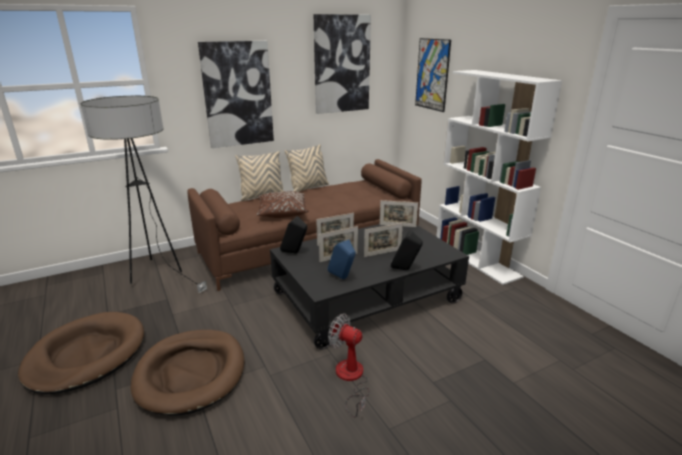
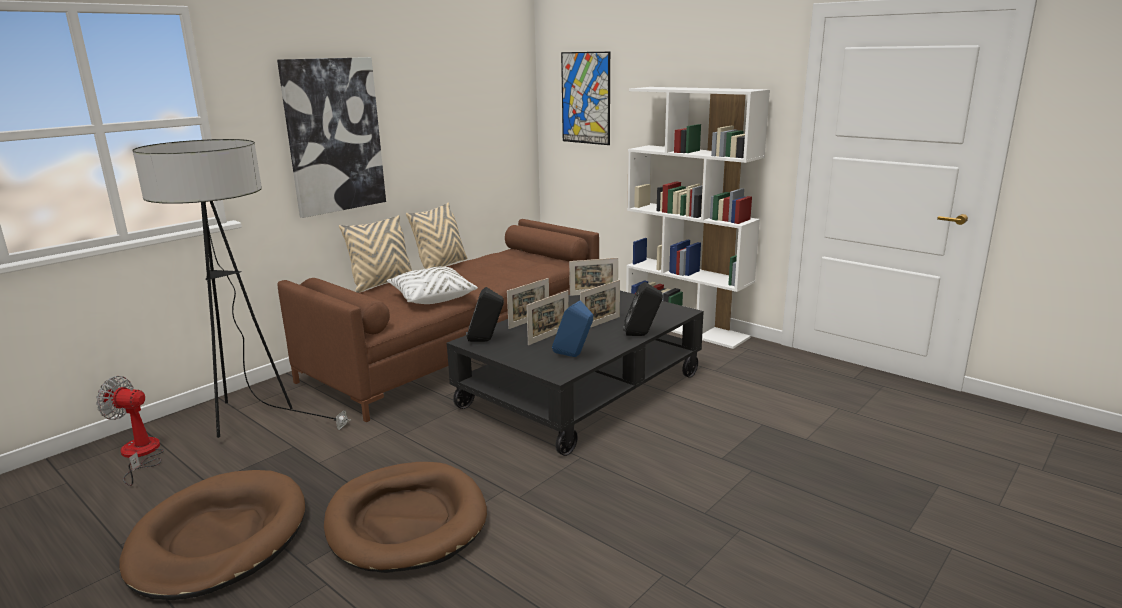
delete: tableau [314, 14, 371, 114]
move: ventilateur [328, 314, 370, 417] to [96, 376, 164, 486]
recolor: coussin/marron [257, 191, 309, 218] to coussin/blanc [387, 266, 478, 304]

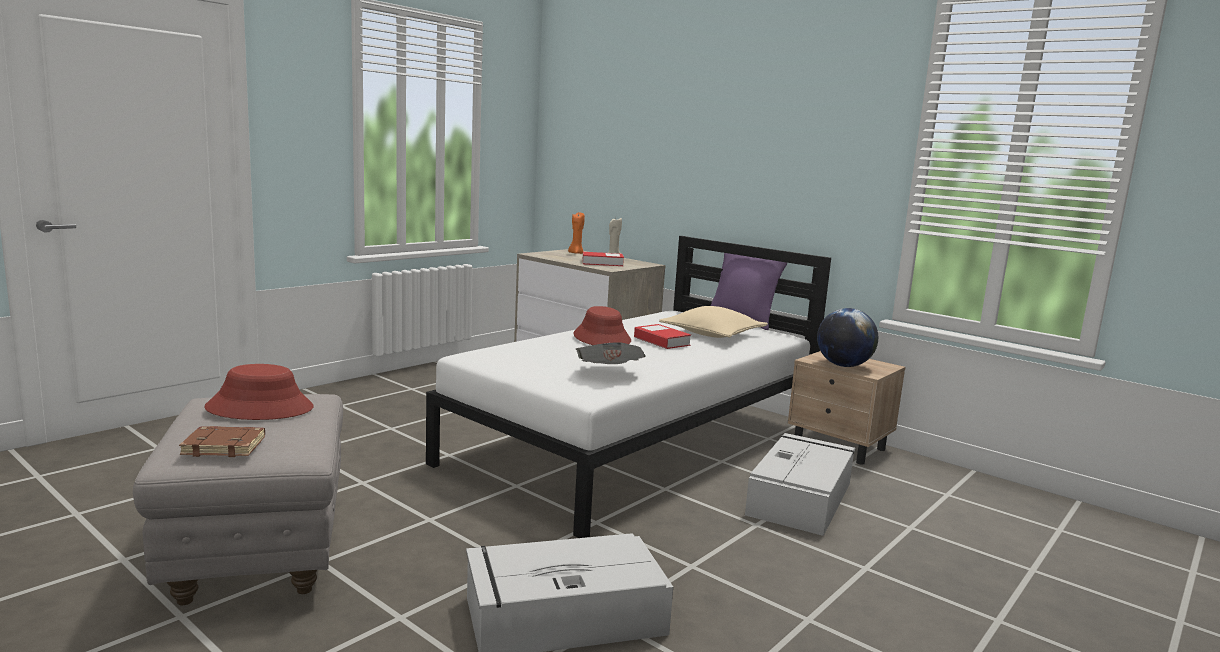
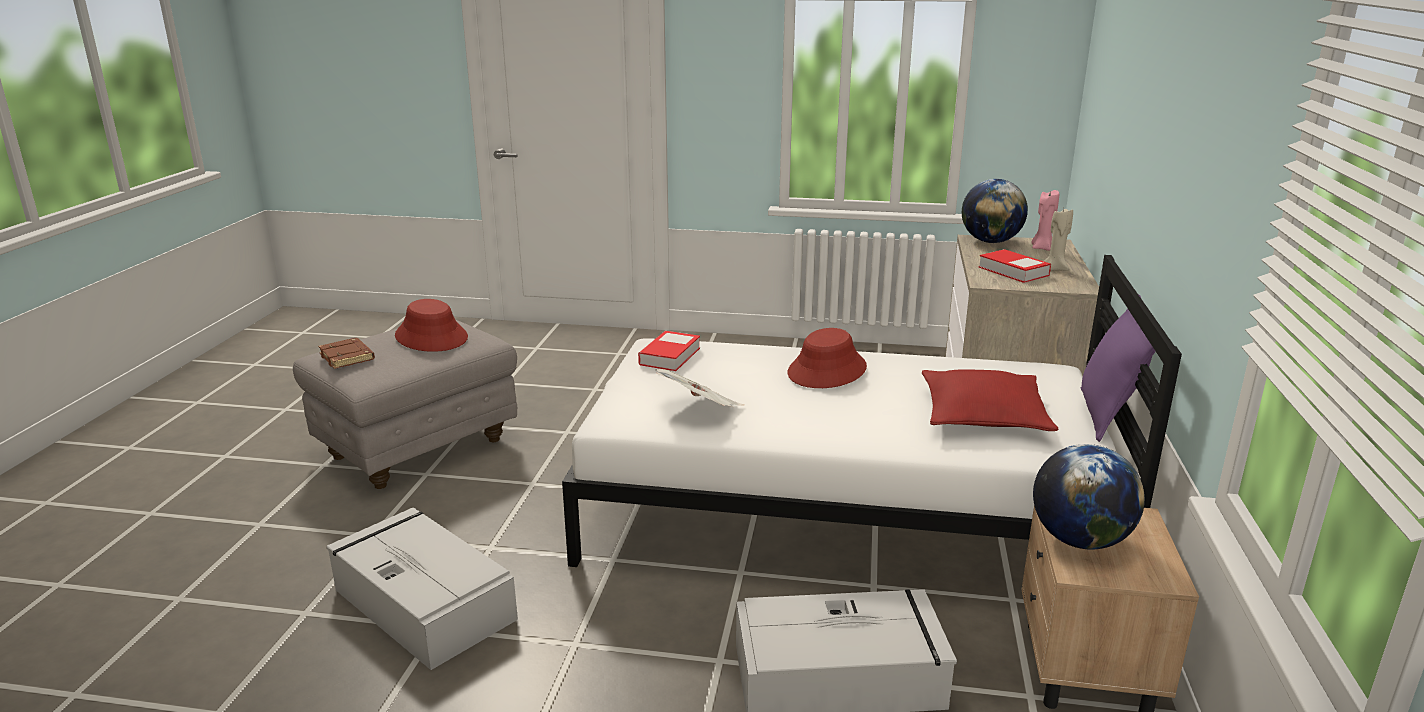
insert: globe [962, 179, 1028, 243]
move: livre [634, 324, 691, 349] to [638, 331, 700, 371]
recolor: bougie/orange [568, 212, 585, 254] to bougie/rose [1031, 190, 1059, 251]; coussin/beige [659, 306, 768, 338] to coussin/rouge [922, 369, 1058, 431]

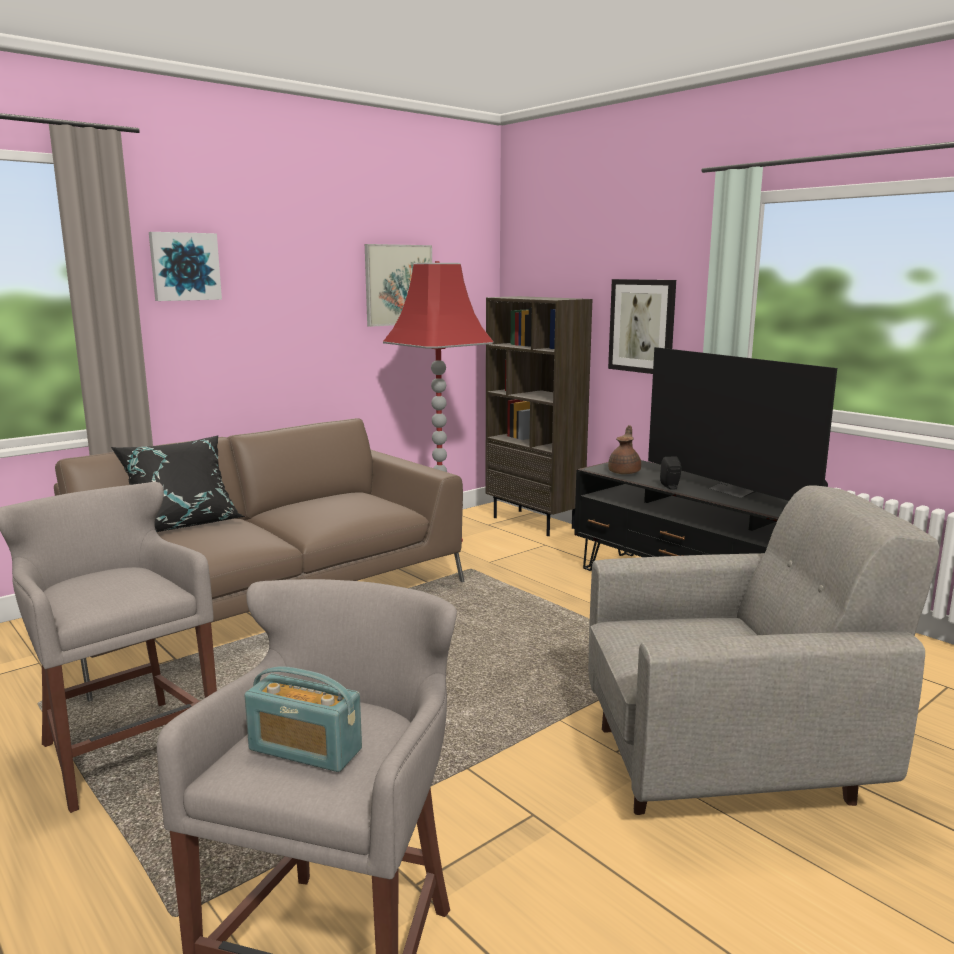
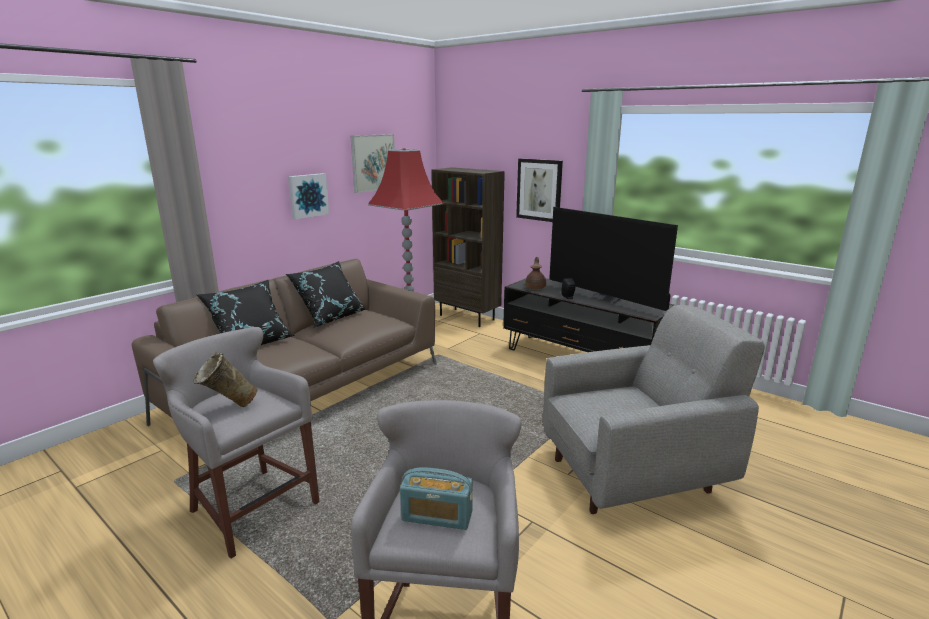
insert: vase/beige [193, 352, 257, 407]; coussin/noir [286, 261, 366, 328]
move: tableau [149, 232, 222, 301] to [288, 173, 329, 220]

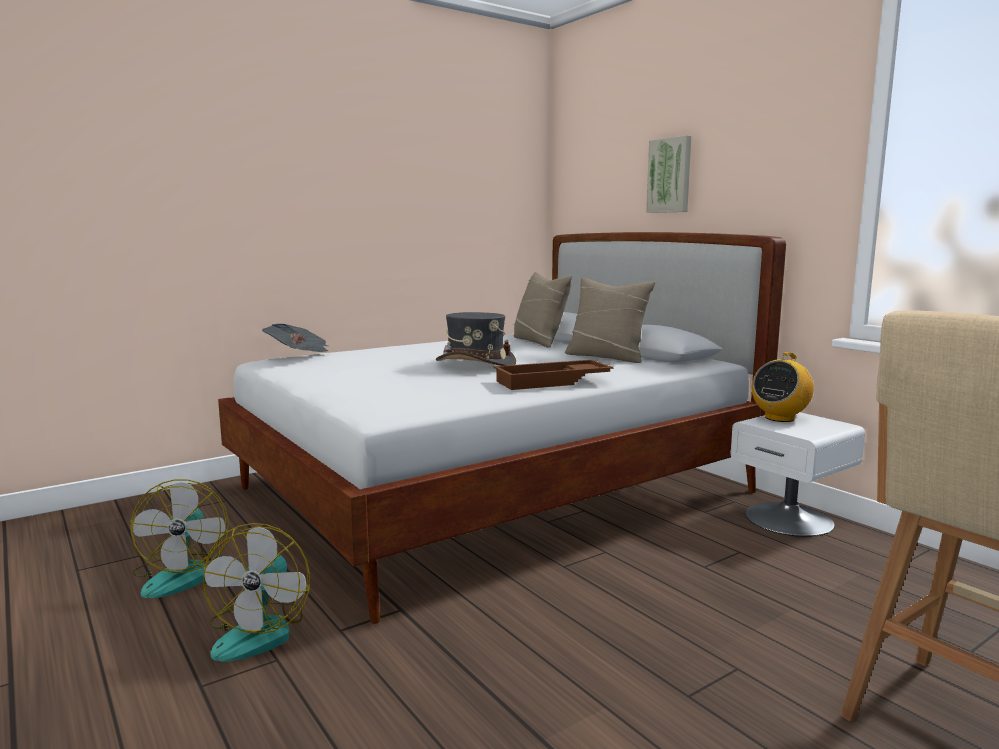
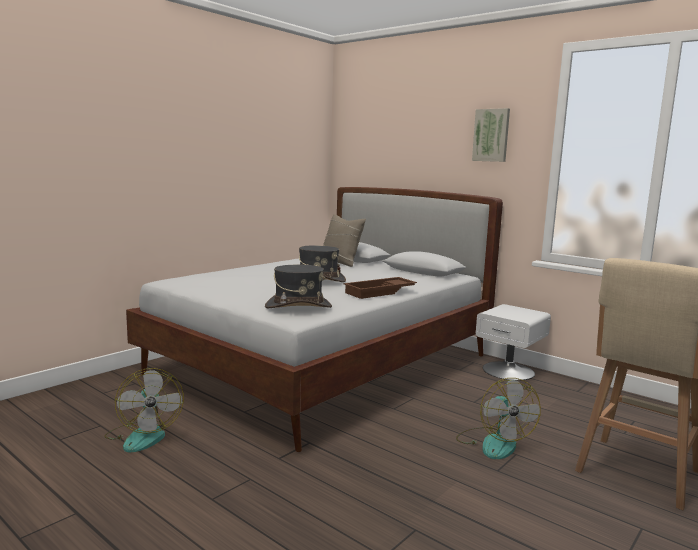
delete: journal [262, 324, 329, 352]; coussin/beige [565, 278, 656, 363]; radio [752, 352, 814, 422]
insert: chapeau/gris [265, 265, 332, 309]
move: ventilateur [203, 523, 310, 662] to [456, 378, 541, 459]; tableau [646, 135, 691, 213] to [472, 108, 510, 162]

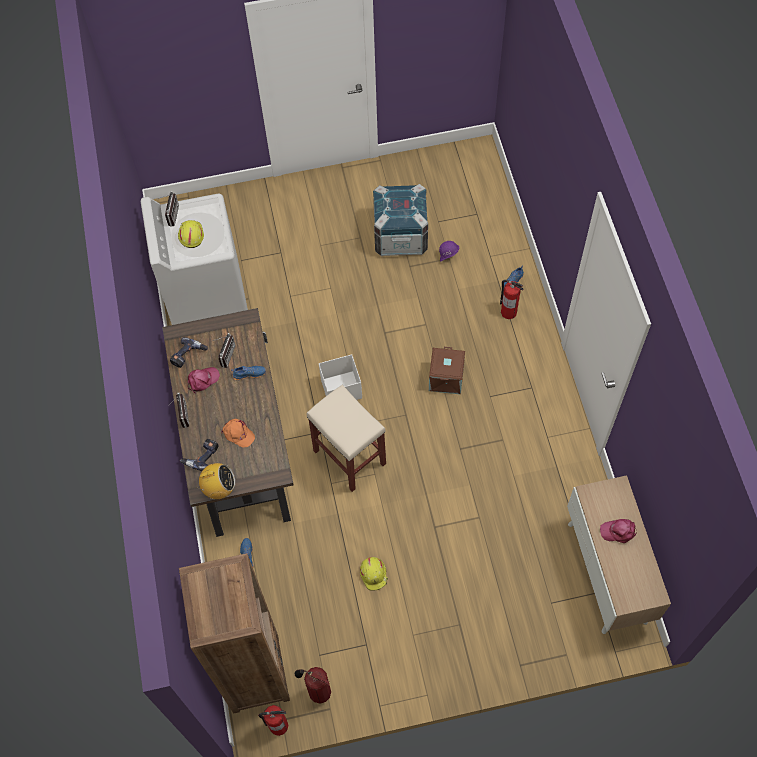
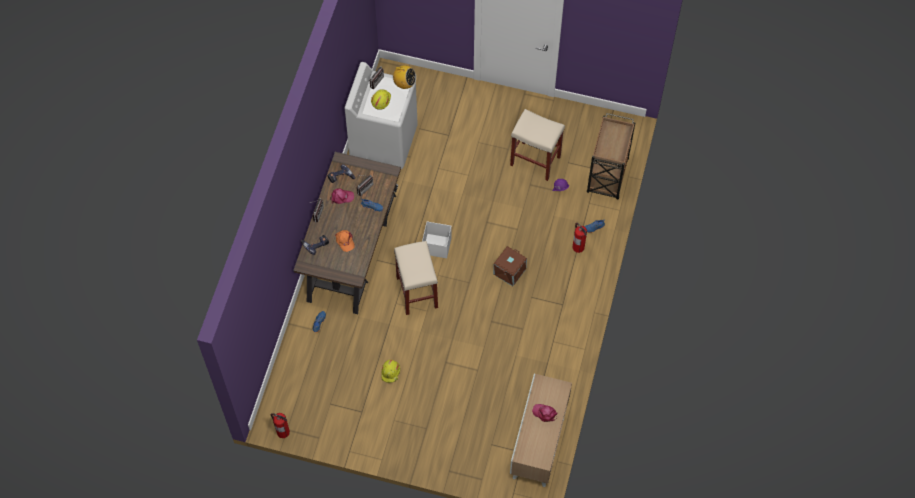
delete: bibliothèque/marron [179, 553, 290, 714]; extincteur [295, 667, 331, 704]
insert: chariot/marron [587, 113, 635, 199]
move: radio [199, 463, 235, 499] to [393, 65, 417, 89]
replace: caisse [373, 184, 428, 256] to tabouret/beige [510, 109, 565, 181]

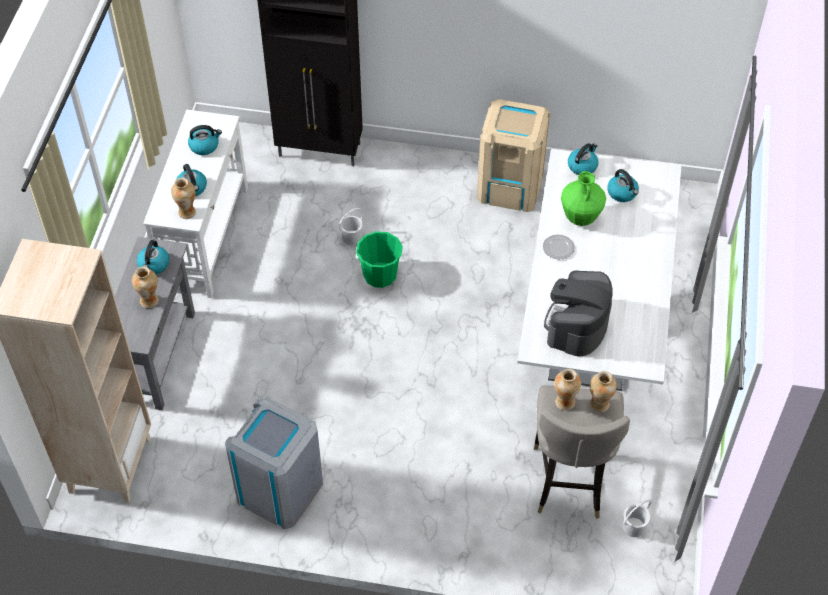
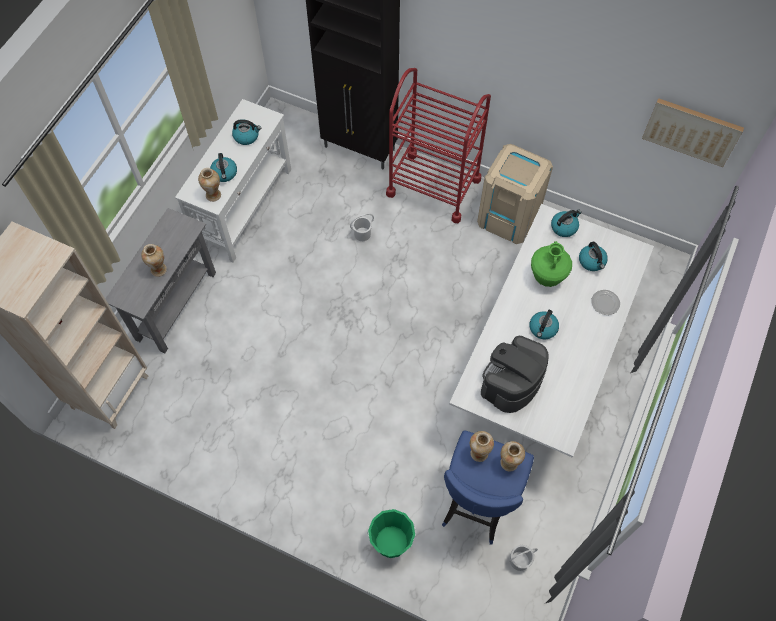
delete: poubelle/gris [225, 398, 323, 529]
insert: chariot/rouge [386, 68, 491, 223]; tableau [642, 98, 744, 167]
move: bouilloire [137, 240, 169, 274] to [530, 310, 559, 340]; seau/vert [355, 231, 403, 288] to [367, 509, 415, 558]; assiette [543, 235, 575, 259] to [591, 290, 620, 315]
recolor: tabouret/gris [534, 386, 630, 519] to tabouret/bleu [442, 430, 534, 545]

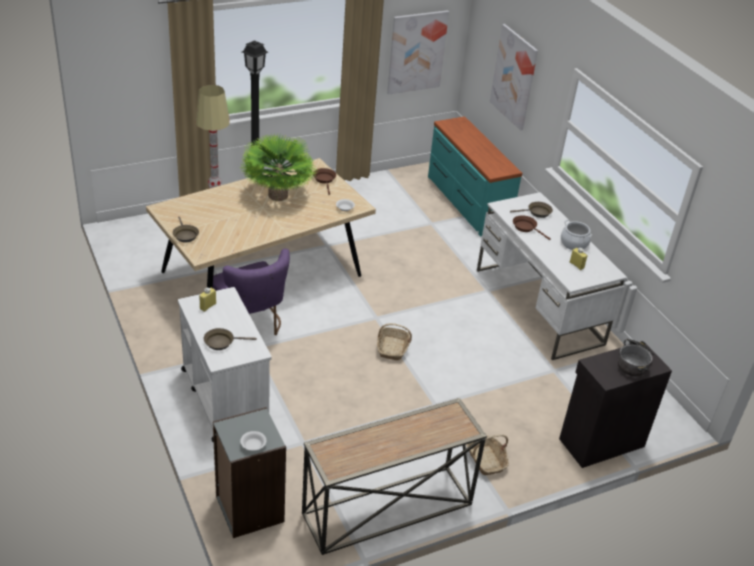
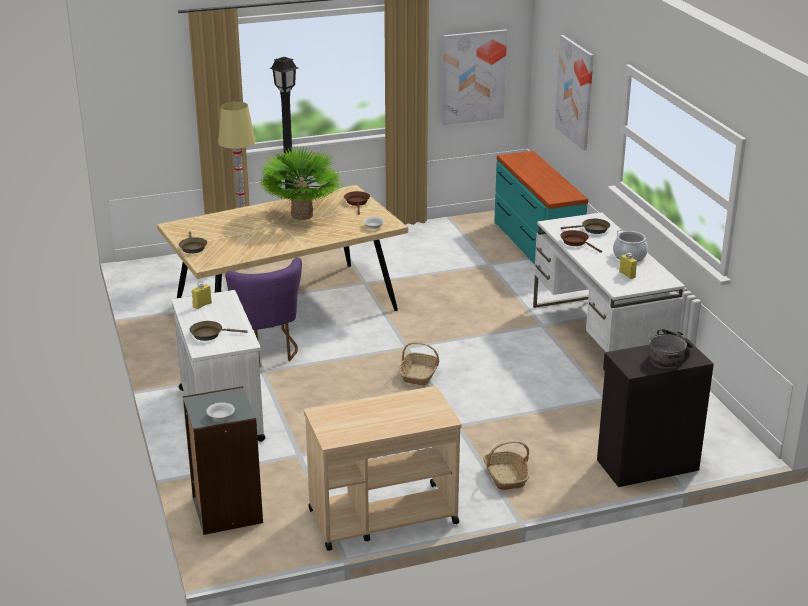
replace: table console [302, 398, 487, 555] to chariot/beige [304, 386, 462, 551]

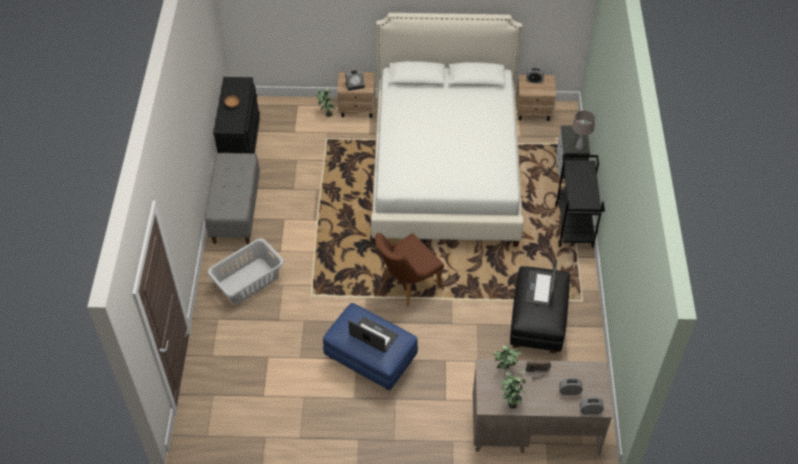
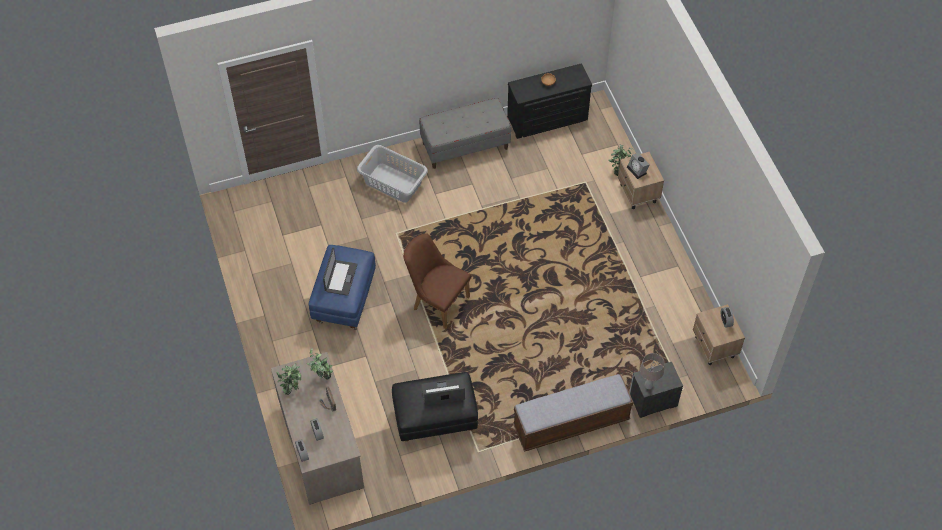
delete: lit/blanc [371, 13, 524, 247]
replace: chariot/noir [555, 155, 605, 248] to banc [513, 374, 634, 452]

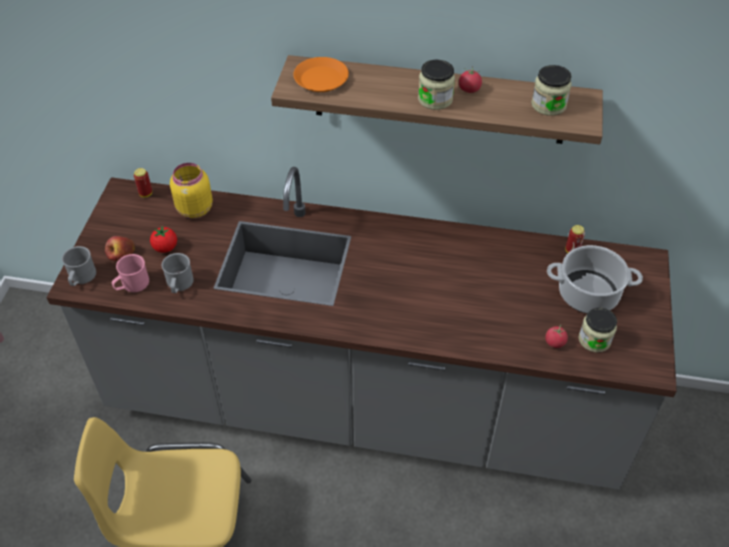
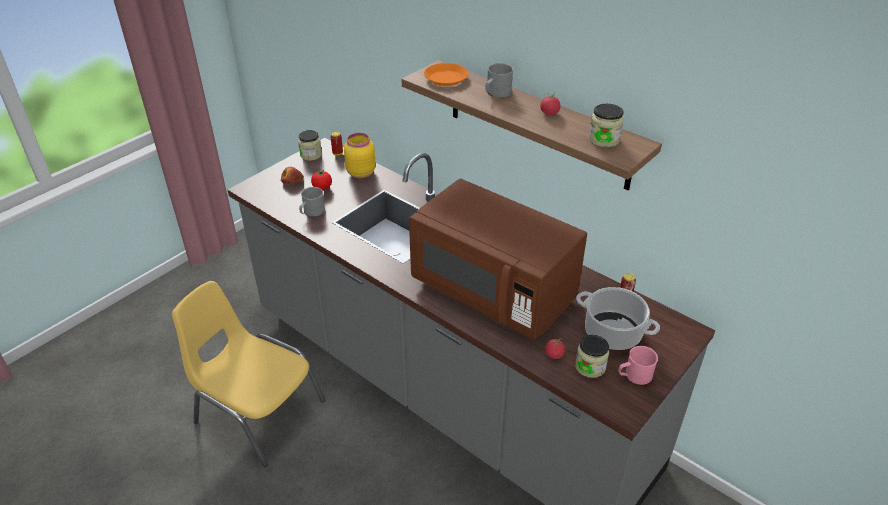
insert: micro-ondes/marron [409, 178, 587, 340]
move: mug/gris [62, 246, 96, 286] to [485, 63, 514, 98]; mug/rose [112, 254, 149, 292] to [618, 346, 658, 385]; bocal [418, 60, 455, 110] to [298, 130, 322, 161]

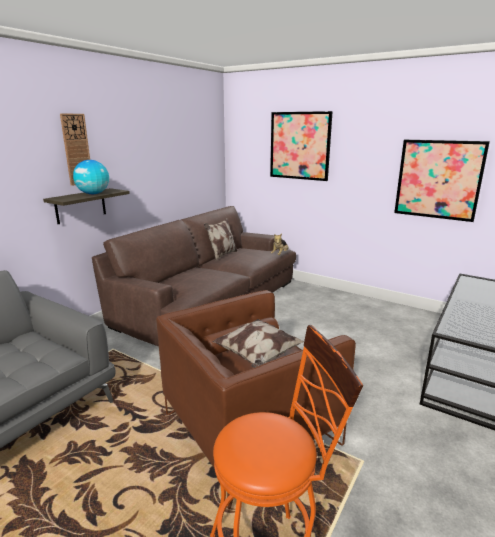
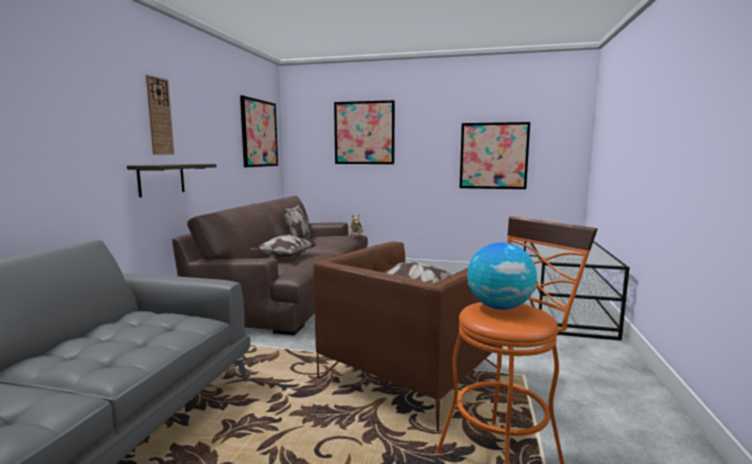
insert: tableau [240, 96, 278, 167]; coussin [252, 235, 316, 258]
move: globe [73, 160, 109, 194] to [467, 242, 537, 310]

